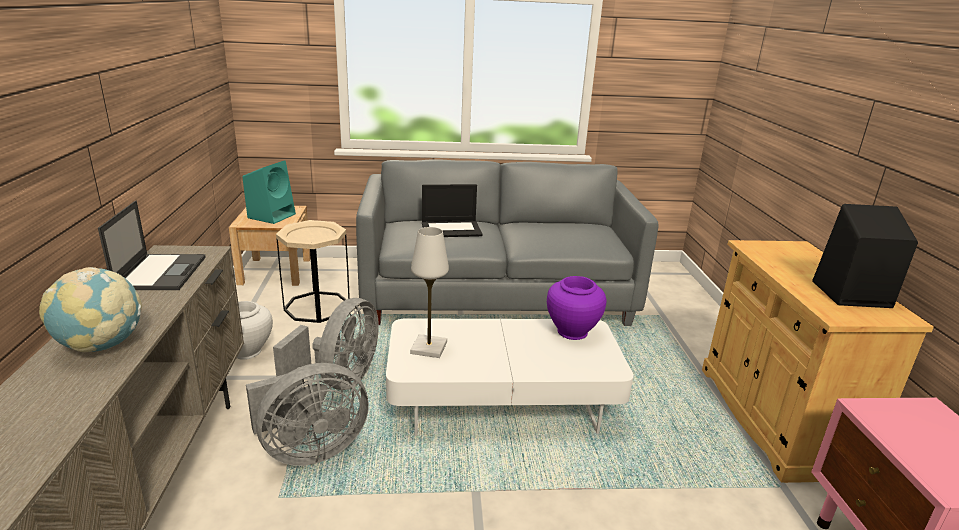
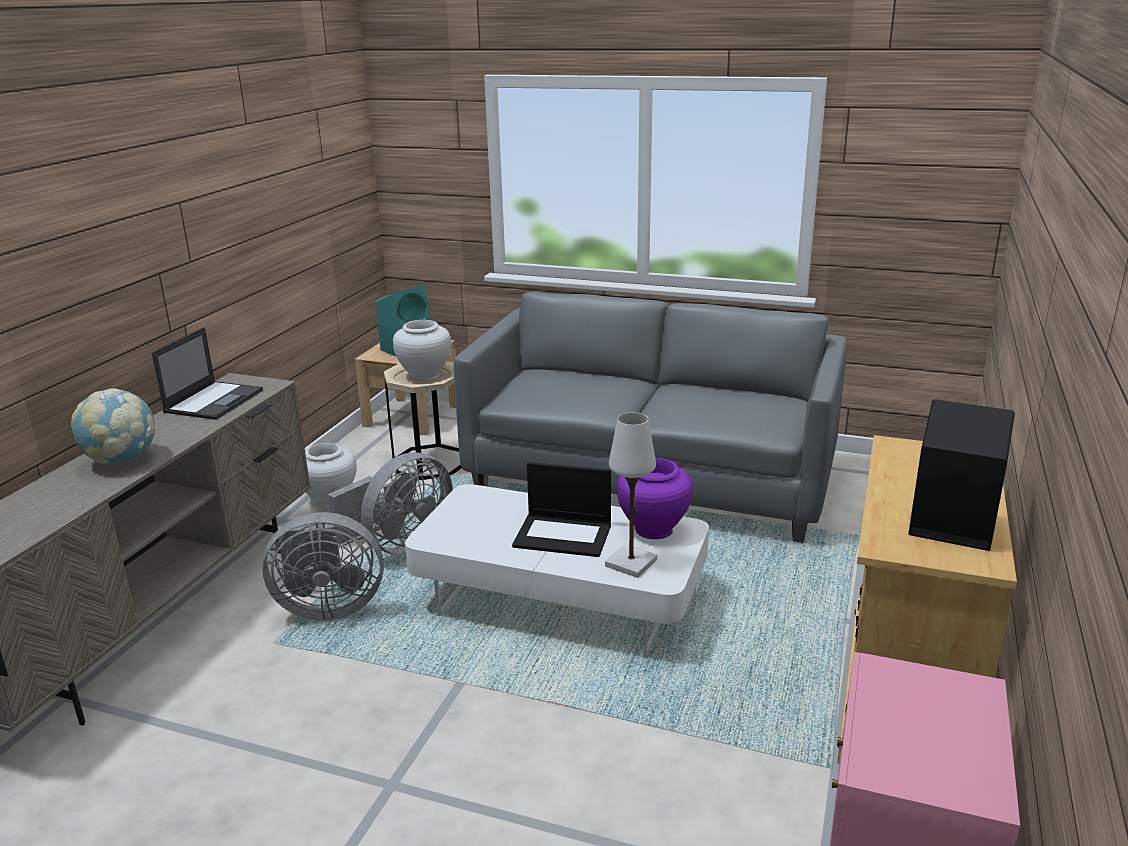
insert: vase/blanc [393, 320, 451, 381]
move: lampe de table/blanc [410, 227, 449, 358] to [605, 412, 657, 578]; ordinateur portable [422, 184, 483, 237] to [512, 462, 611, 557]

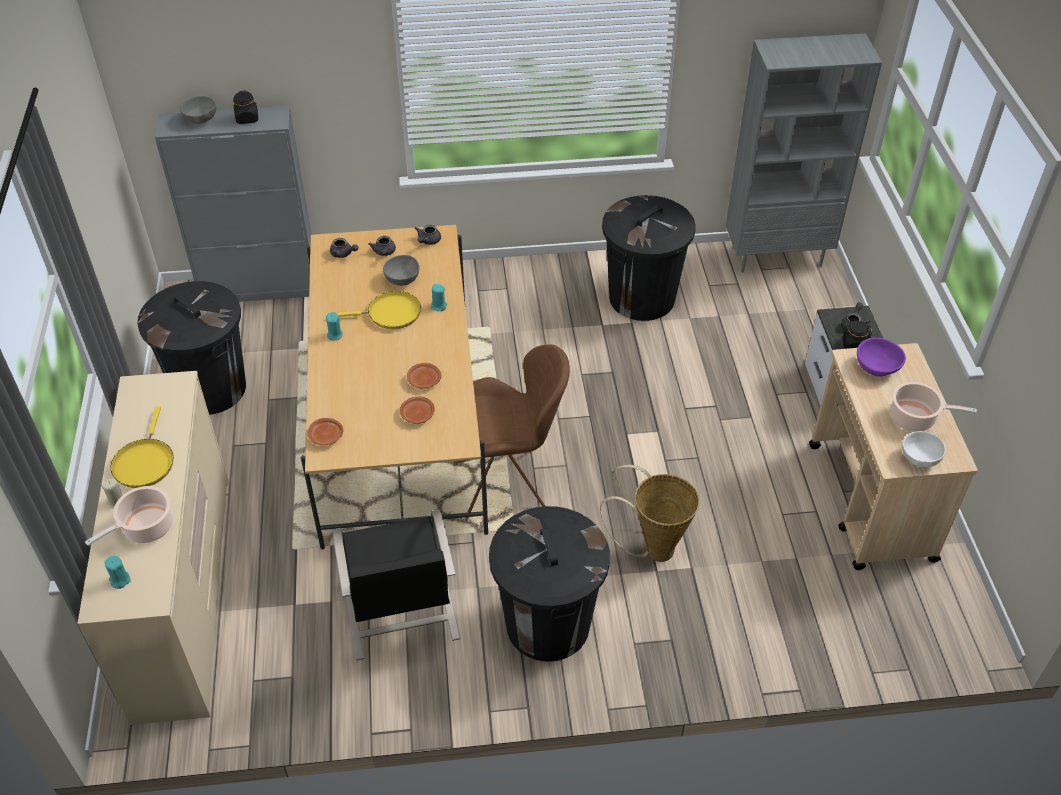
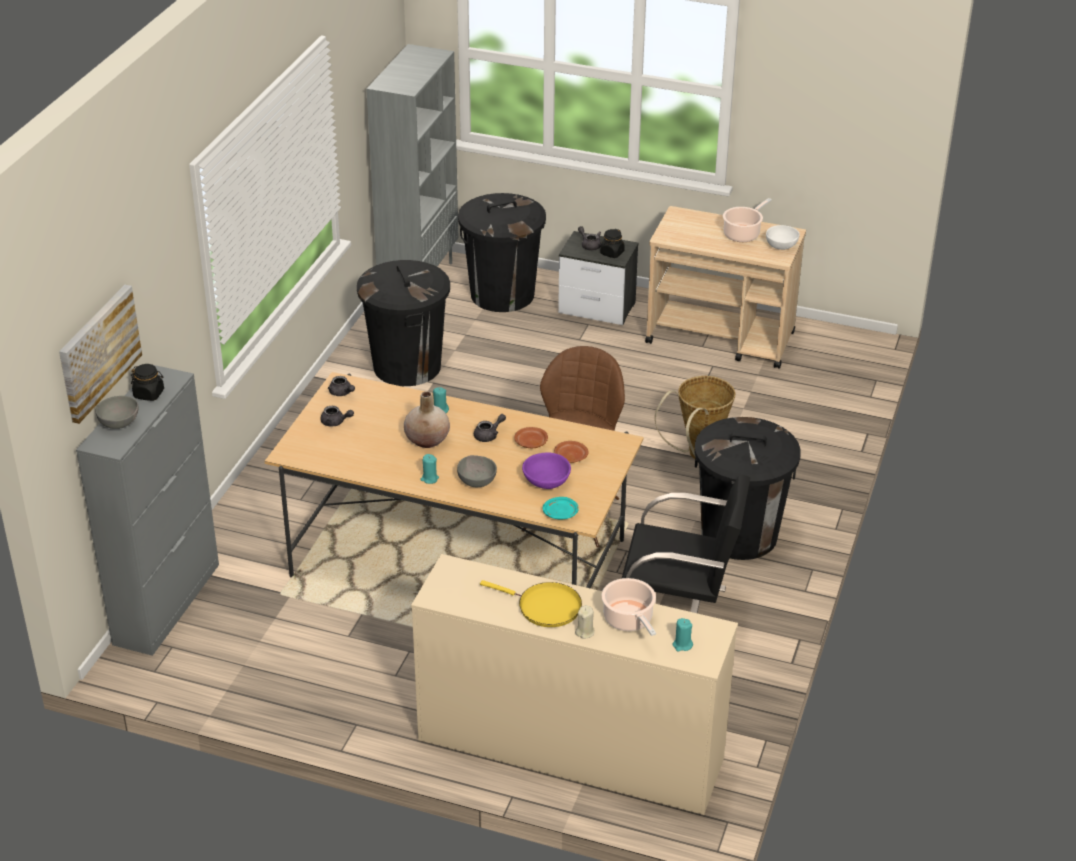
insert: tableau [59, 285, 142, 424]
move: poubelle/noir [137, 281, 246, 415] to [458, 193, 546, 312]; théière/gris [330, 238, 359, 258] to [474, 414, 506, 442]; bol/gris [383, 255, 420, 286] to [457, 455, 497, 487]; bol/violet [857, 338, 906, 377] to [522, 452, 571, 489]
replace: poêle/jaune [337, 291, 421, 329] to vase/beige [404, 391, 450, 448]
recolor: assiette/marron [307, 418, 343, 445] to assiette/turquoise [543, 497, 579, 519]

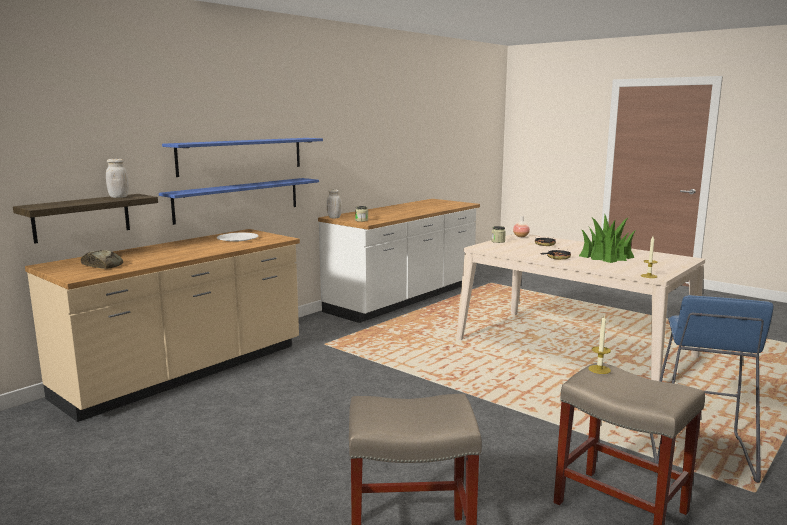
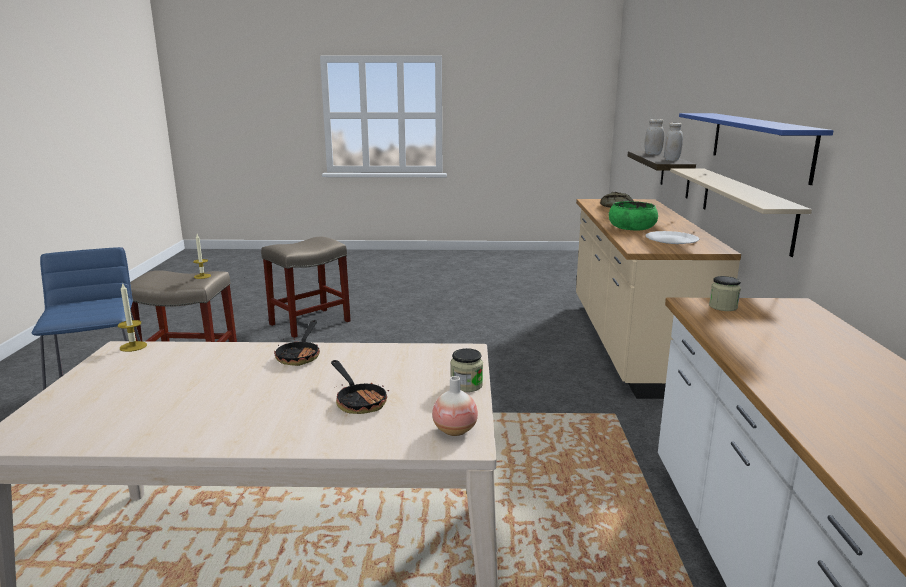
delete: plante en pot [579, 213, 637, 263]
insert: bol/vert [609, 201, 658, 231]
move: bocal/blanc [327, 189, 341, 218] to [644, 119, 664, 155]
recolor: étagère/bleu [159, 178, 319, 225] to étagère/beige [670, 168, 812, 257]

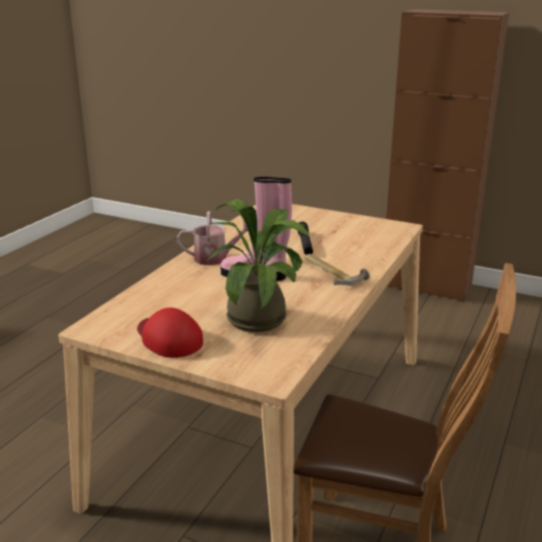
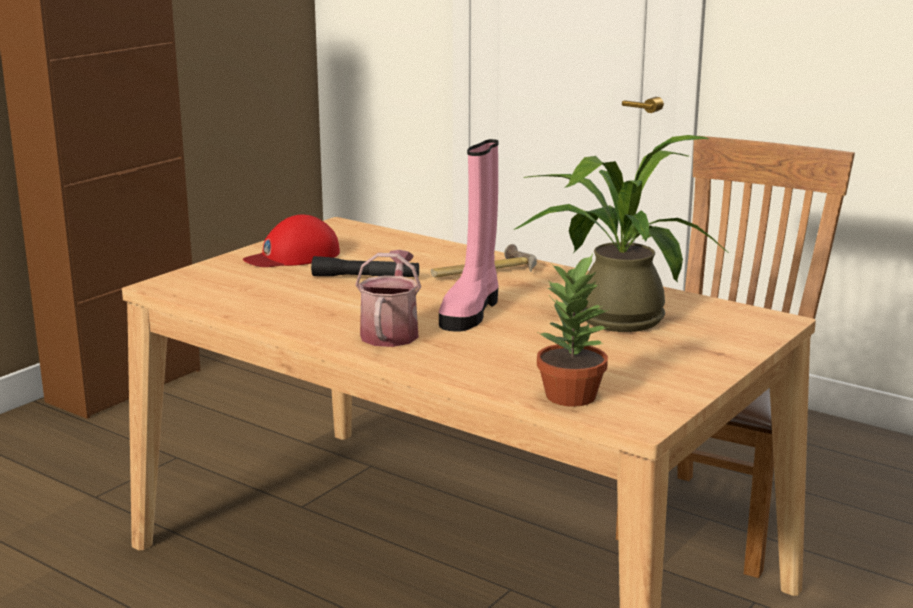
insert: plante en pot [537, 254, 609, 407]
move: casquette/rouge [137, 307, 203, 358] to [242, 215, 340, 267]

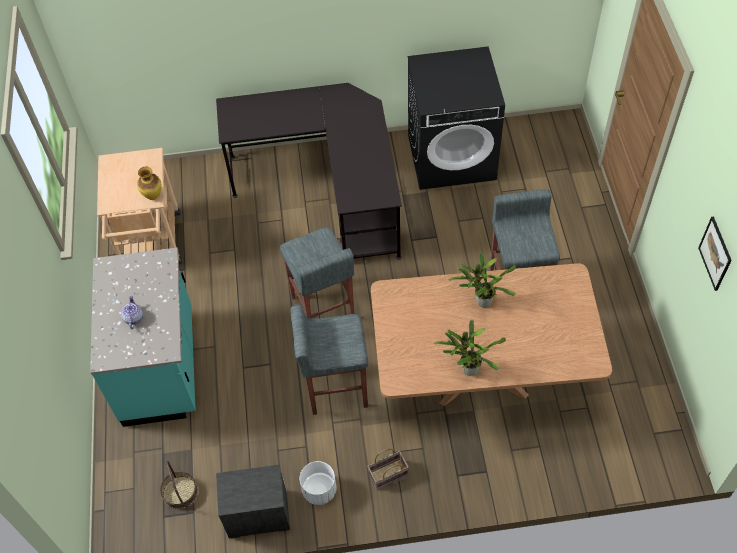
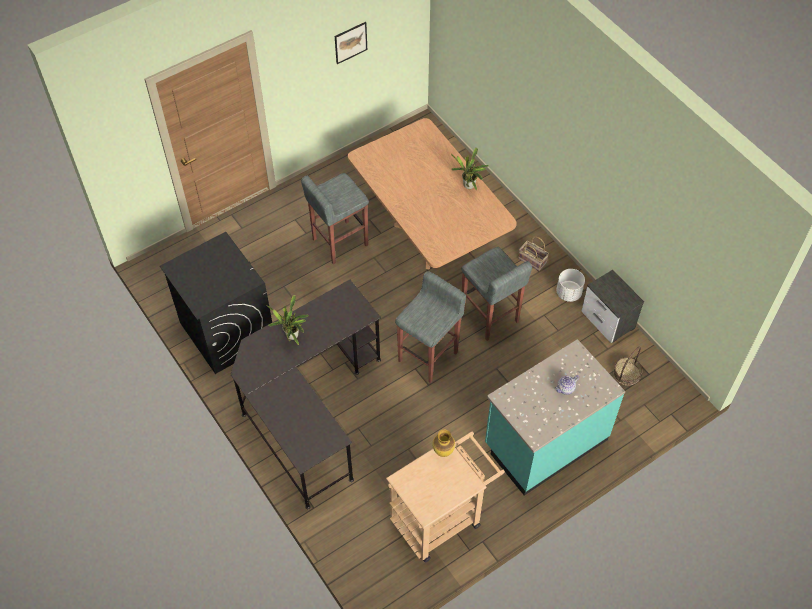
move: plante en pot [449, 253, 516, 307] to [266, 295, 309, 345]

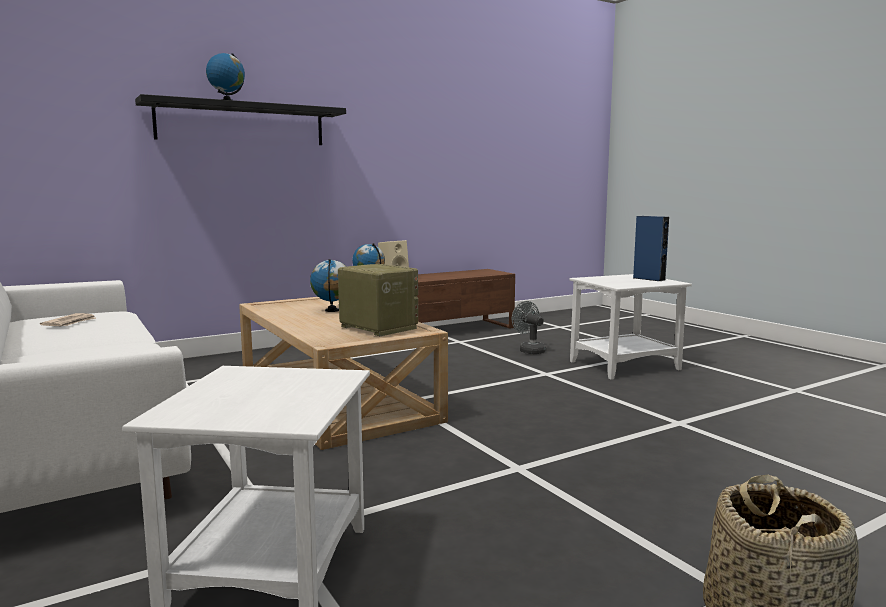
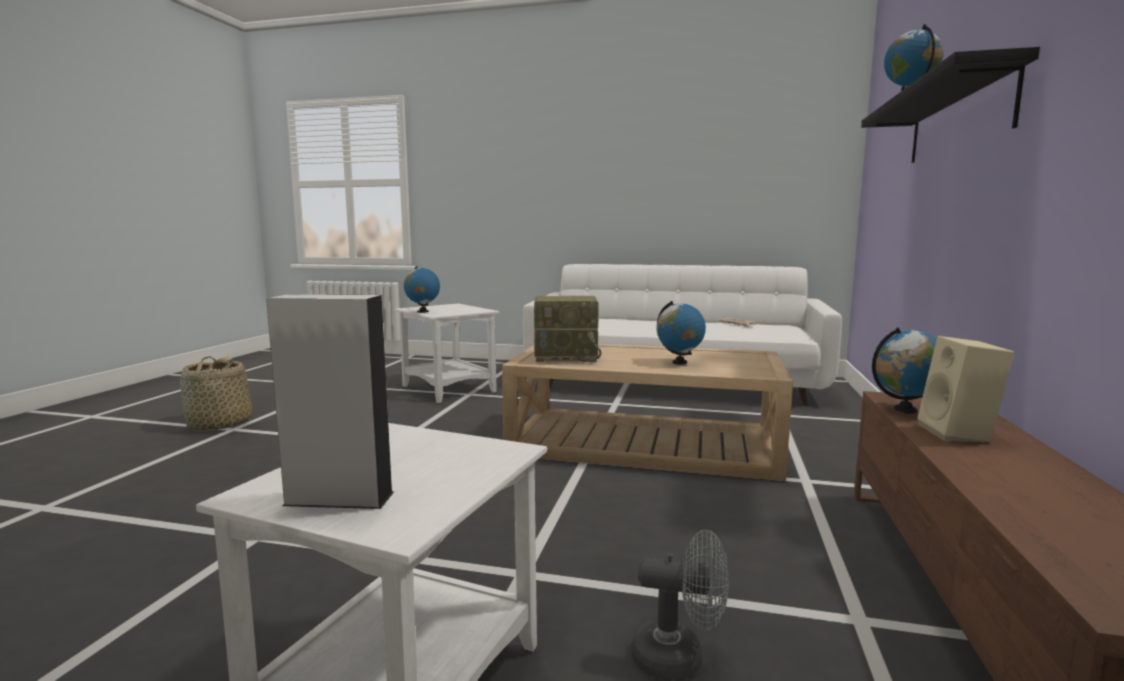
insert: globe [404, 266, 440, 313]
recolor: enceinte/bleu [633, 216, 669, 281] to enceinte/gris [266, 294, 394, 509]

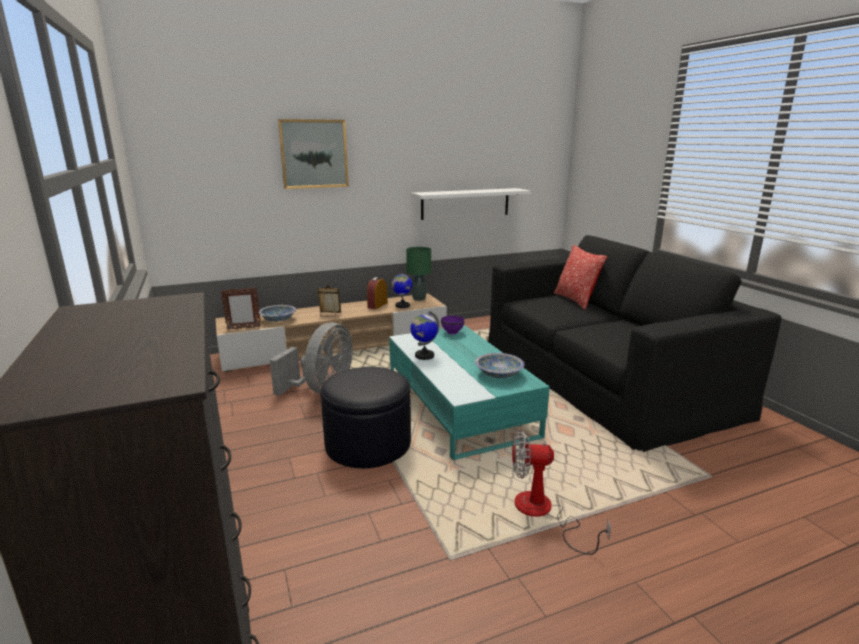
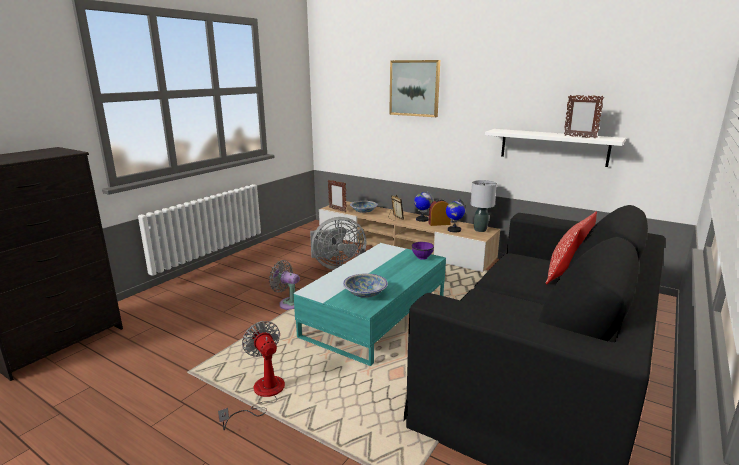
insert: cadre photo [564, 95, 604, 138]
move: globe [410, 311, 439, 360] to [414, 191, 434, 222]
replace: pouf/noir [320, 367, 411, 468] to ventilateur/gris [269, 260, 300, 310]
recolor: lampe de table/vert [406, 247, 431, 301] to lampe de table/gris [471, 180, 497, 232]

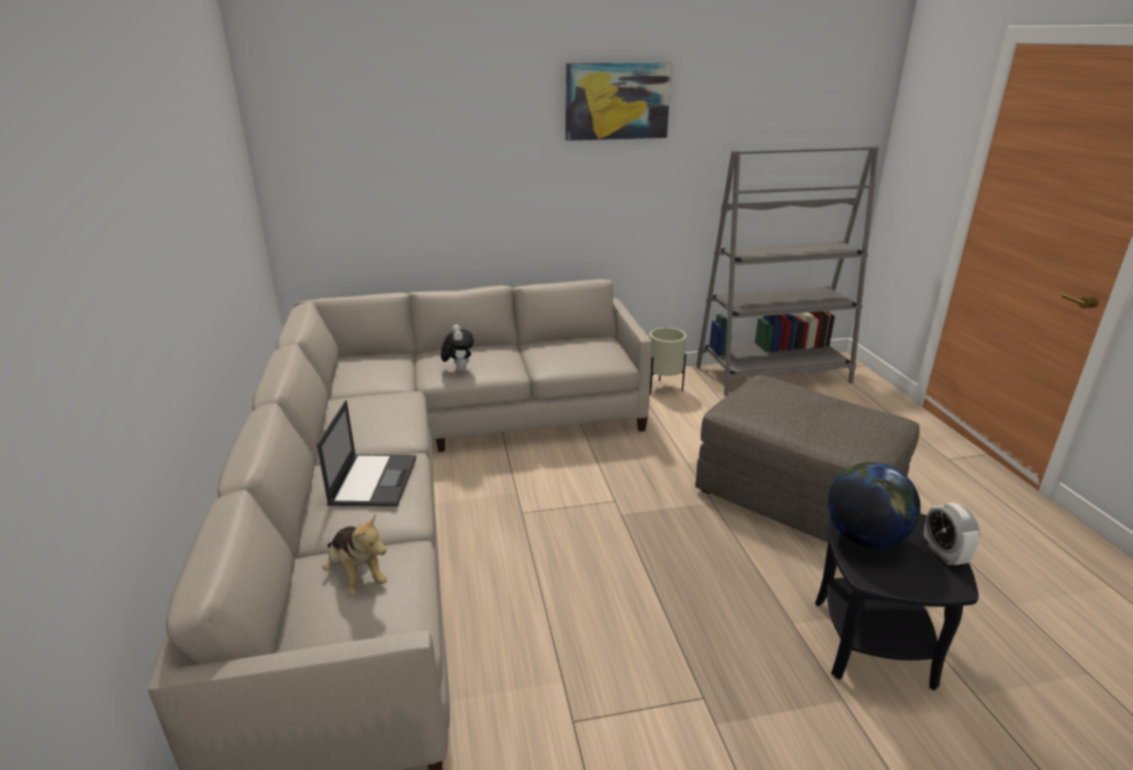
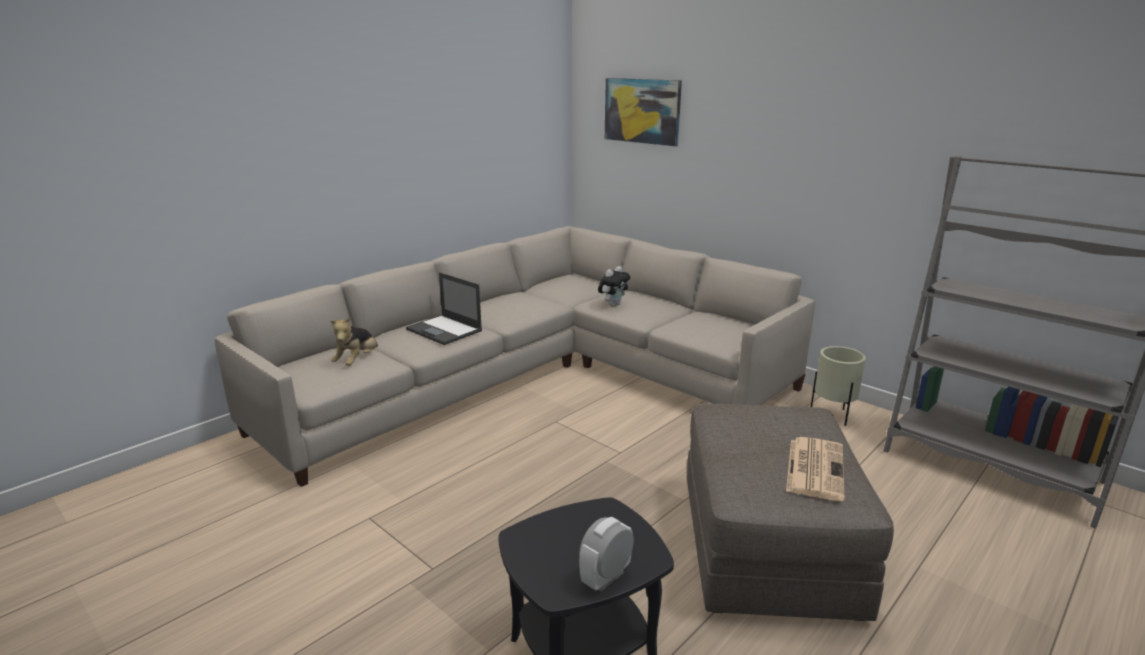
delete: globe [827, 462, 921, 548]
insert: journal [786, 437, 845, 501]
move: tableau [565, 62, 672, 141] to [605, 78, 682, 146]
rotate: ordinateur portable [317, 400, 416, 507] = [406, 272, 482, 345] 75 degrees clockwise

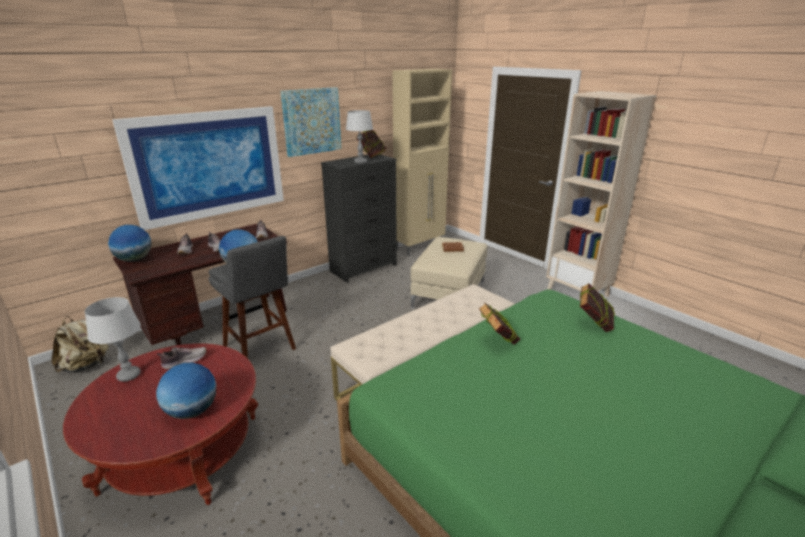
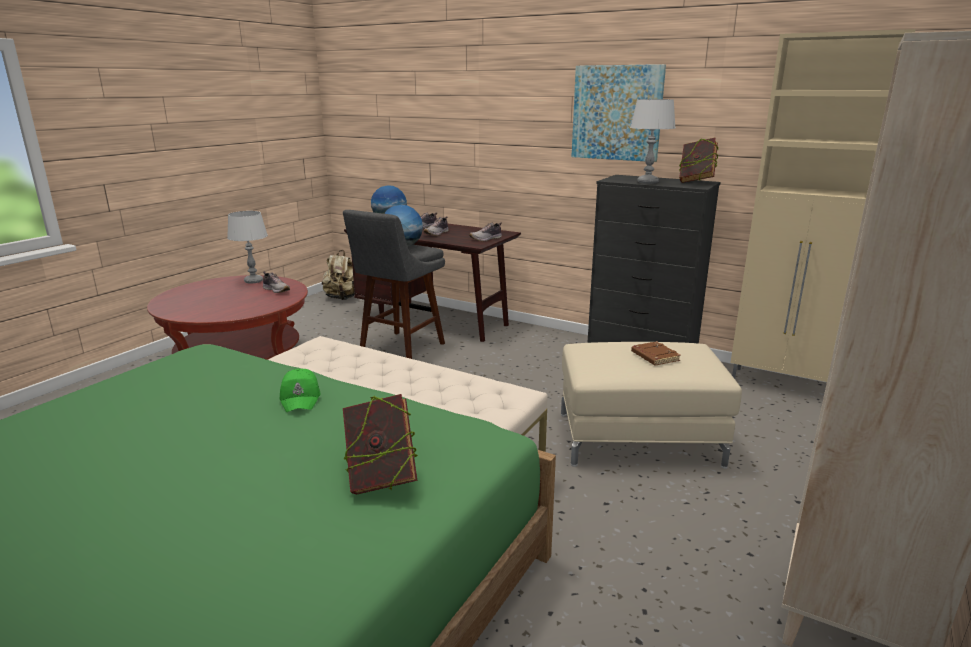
delete: tableau [112, 106, 284, 230]; globe [156, 362, 217, 419]
replace: livre [478, 303, 520, 344] to casquette/vert [279, 369, 321, 412]

